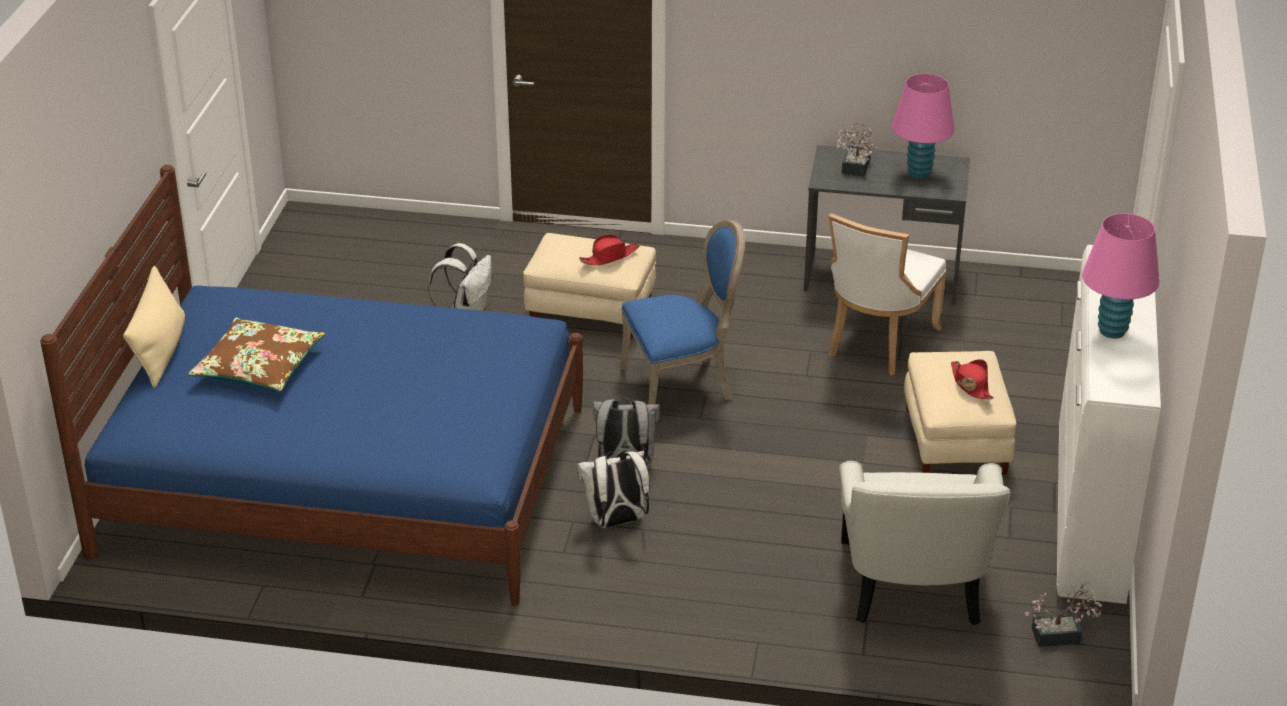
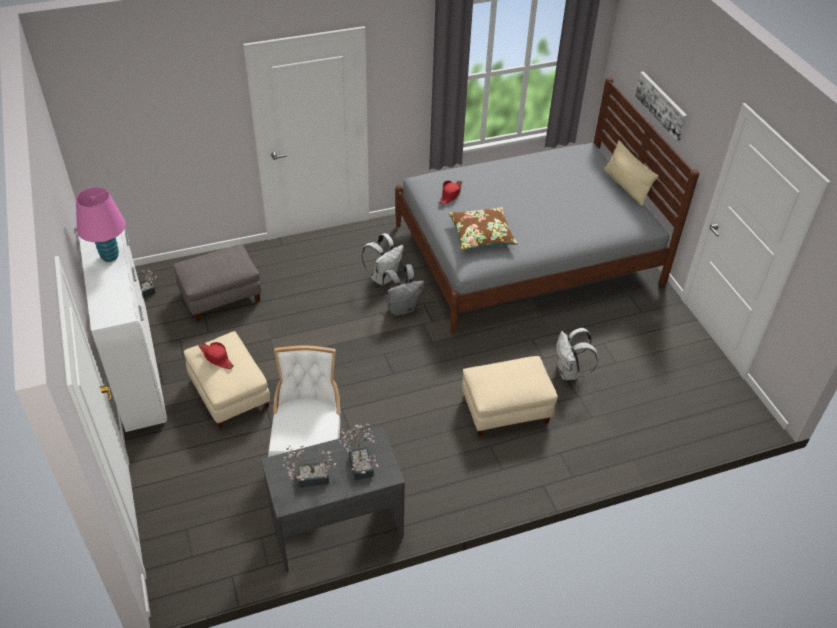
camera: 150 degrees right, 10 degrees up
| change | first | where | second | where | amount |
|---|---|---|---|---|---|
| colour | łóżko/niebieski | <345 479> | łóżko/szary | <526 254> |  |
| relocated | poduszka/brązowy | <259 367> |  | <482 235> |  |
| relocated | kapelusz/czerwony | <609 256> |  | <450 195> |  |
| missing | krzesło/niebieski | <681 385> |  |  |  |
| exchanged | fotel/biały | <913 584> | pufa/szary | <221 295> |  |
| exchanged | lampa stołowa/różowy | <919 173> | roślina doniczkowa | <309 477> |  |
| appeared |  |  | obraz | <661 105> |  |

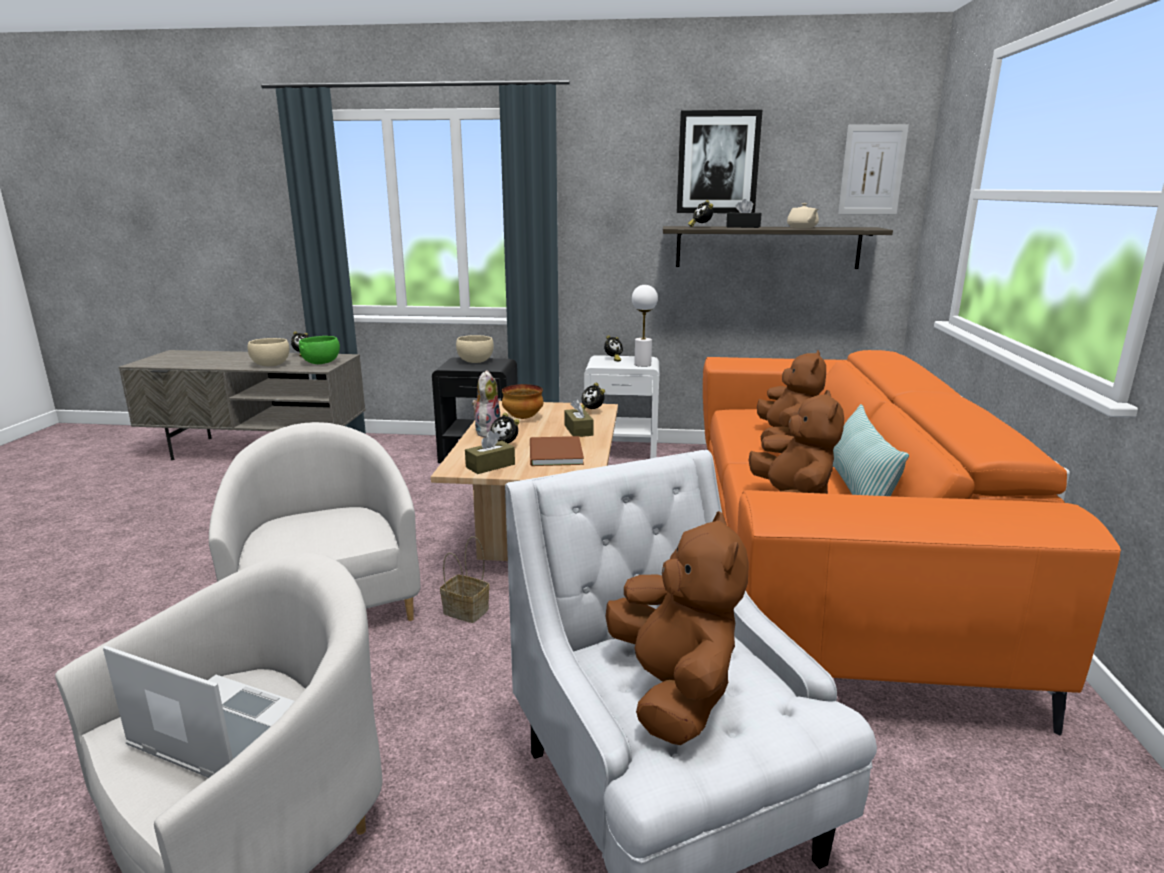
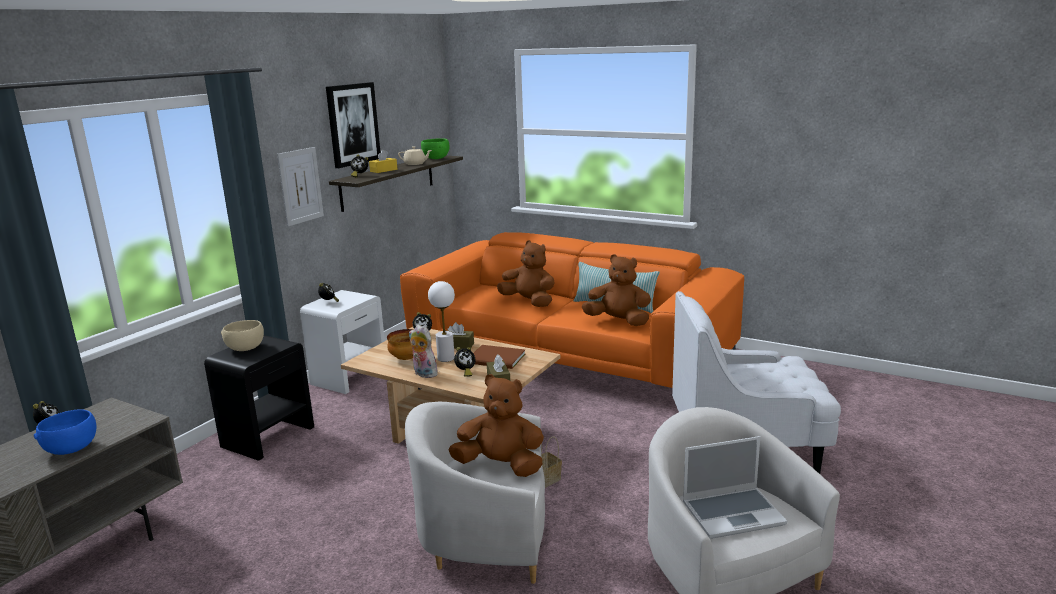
camera: 65 degrees left, 0 degrees up
| change | first | where | second | where | amount |
|---|---|---|---|---|---|
| spun | laptop | <221 733> |  | <733 513> | 150 degrees counterclockwise |
| colour | miska/beżowy | <270 365> | miska/niebieski | <72 449> |  |
| relocated | miska/zielony | <321 363> |  | <436 158> |  |
| relocated | pluszak/brązowy | <673 692> |  | <501 466> |  |
| relocated | lampa stołowa/biały | <642 364> |  | <445 358> |  |
| colour | pudełko chusteczek/czarny | <743 227> | pudełko chusteczek/żółty | <383 170> |  |
| relocated | obraz | <872 170> |  | <300 186> |  |

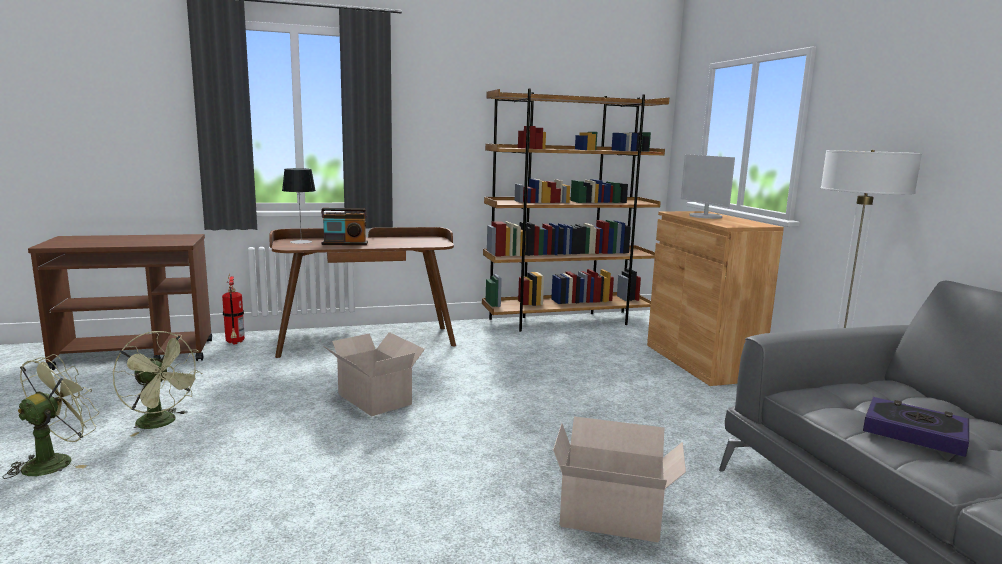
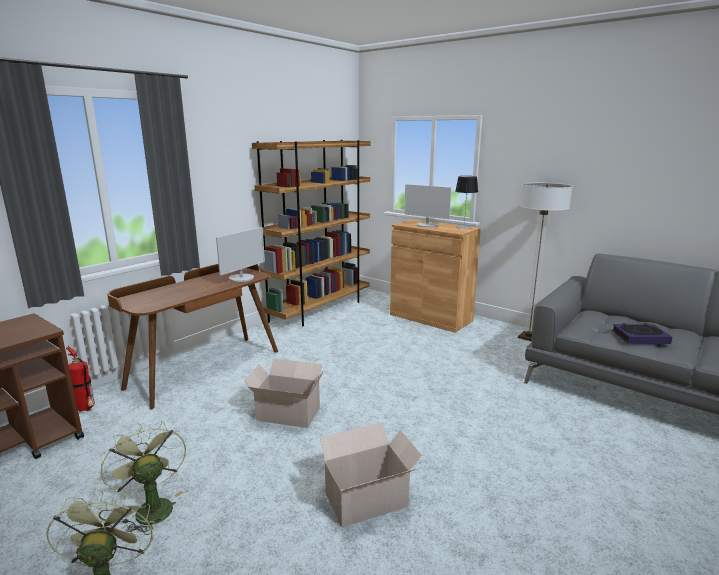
camera: 35 degrees left, 5 degrees up
| change | first | where | second | where | amount |
|---|---|---|---|---|---|
| spun | wentylator/zielony | <162 423> |  | <151 507> | 120 degrees counterclockwise |
| relocated | lampa stołowa | <301 242> |  | <464 227> |  |
| missing | radio | <345 244> |  |  |  |
| relocated | karton | <613 516> |  | <369 500> |  |
| appeared |  |  | monitor | <241 278> |  |

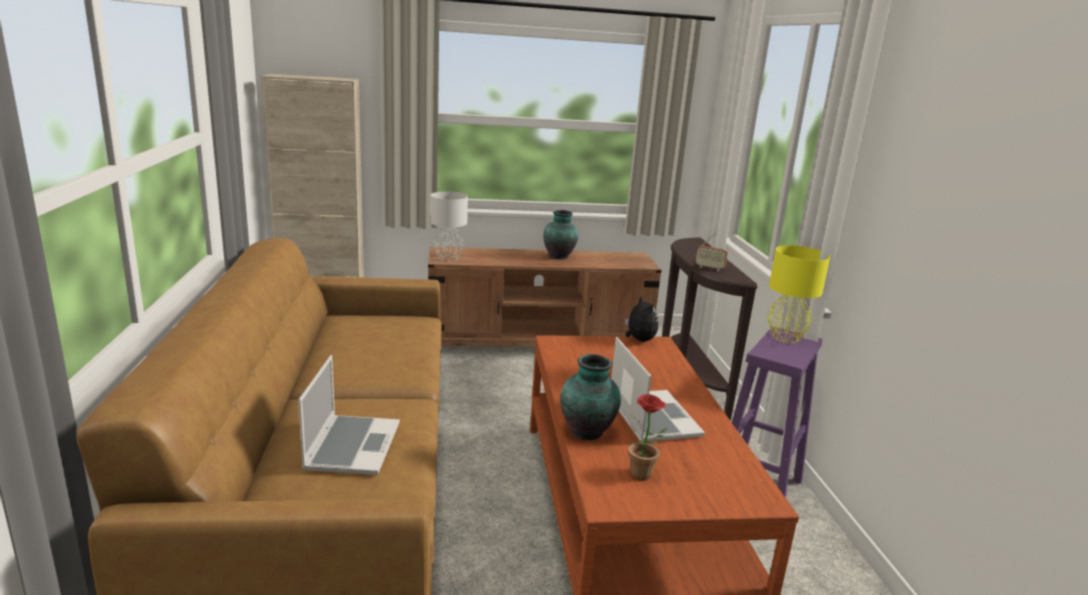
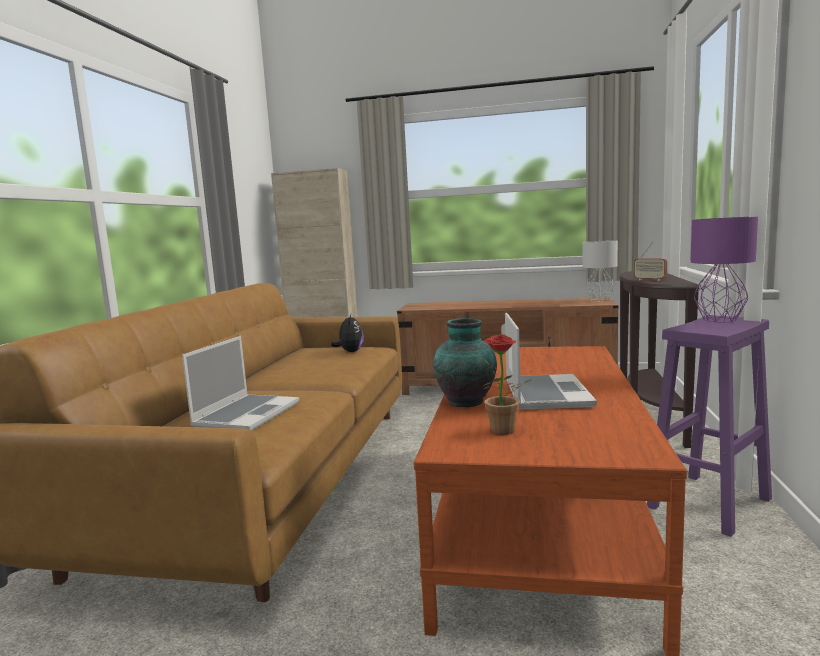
camera: 20 degrees right, 10 degrees down
| change | first | where | second | where | amount |
|---|---|---|---|---|---|
| relocated | lampa stołowa/szary | <448 258> |  | <600 300> |  |
| missing | wazon | <559 256> |  |  |  |
| relocated | pluszak | <639 340> |  | <350 352> |  |
| colour | lampa stołowa/żółty | <784 337> | lampa stołowa/fioletowy | <718 320> |  |

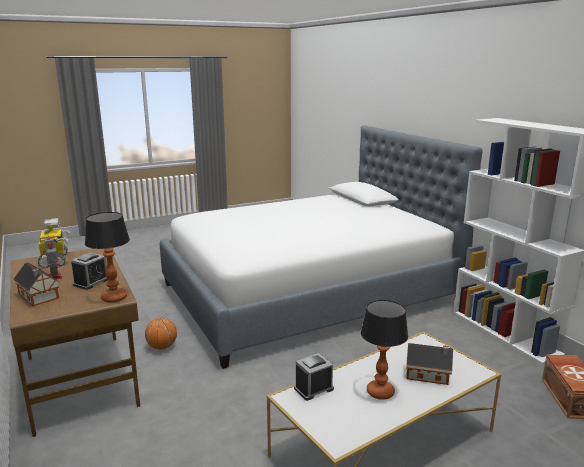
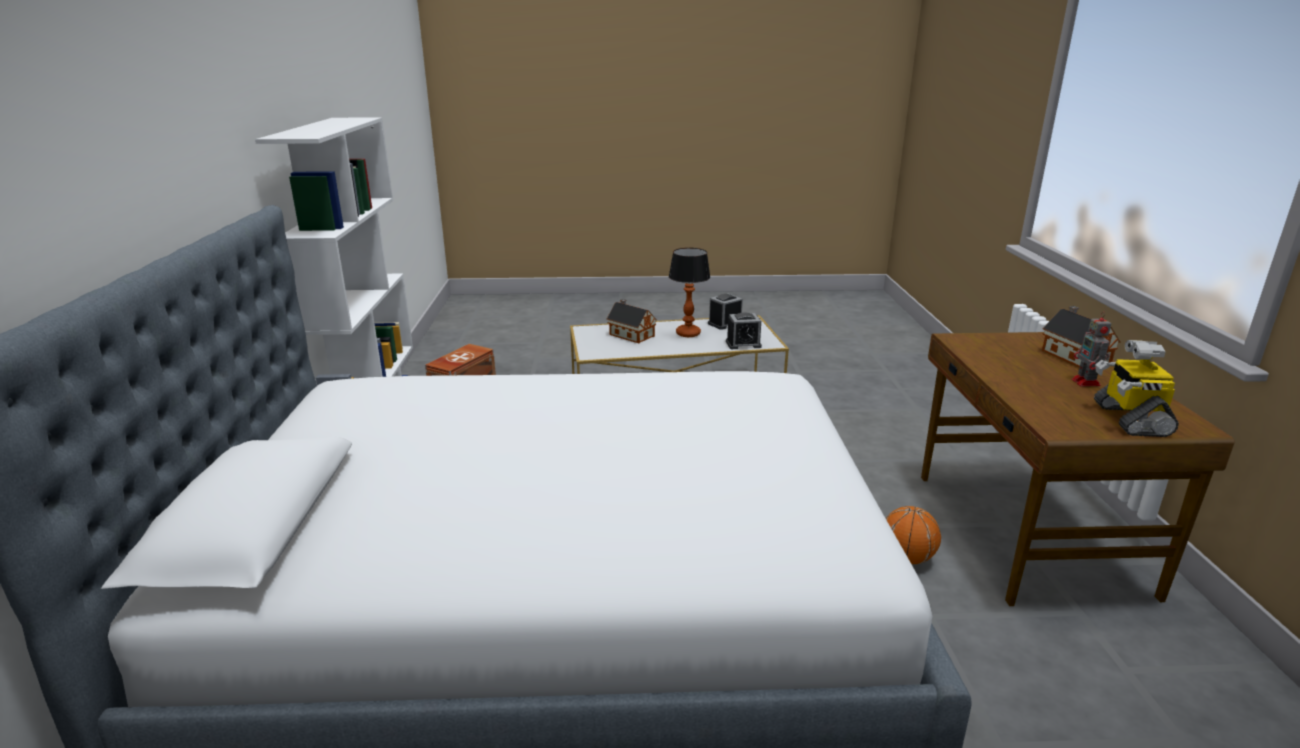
camera: 155 degrees left, 5 degrees up
| change | first | where | second | where | amount |
|---|---|---|---|---|---|
| relocated | budzik | <91 282> |  | <725 323> |  |
| missing | lampa stołowa | <114 297> |  |  |  |

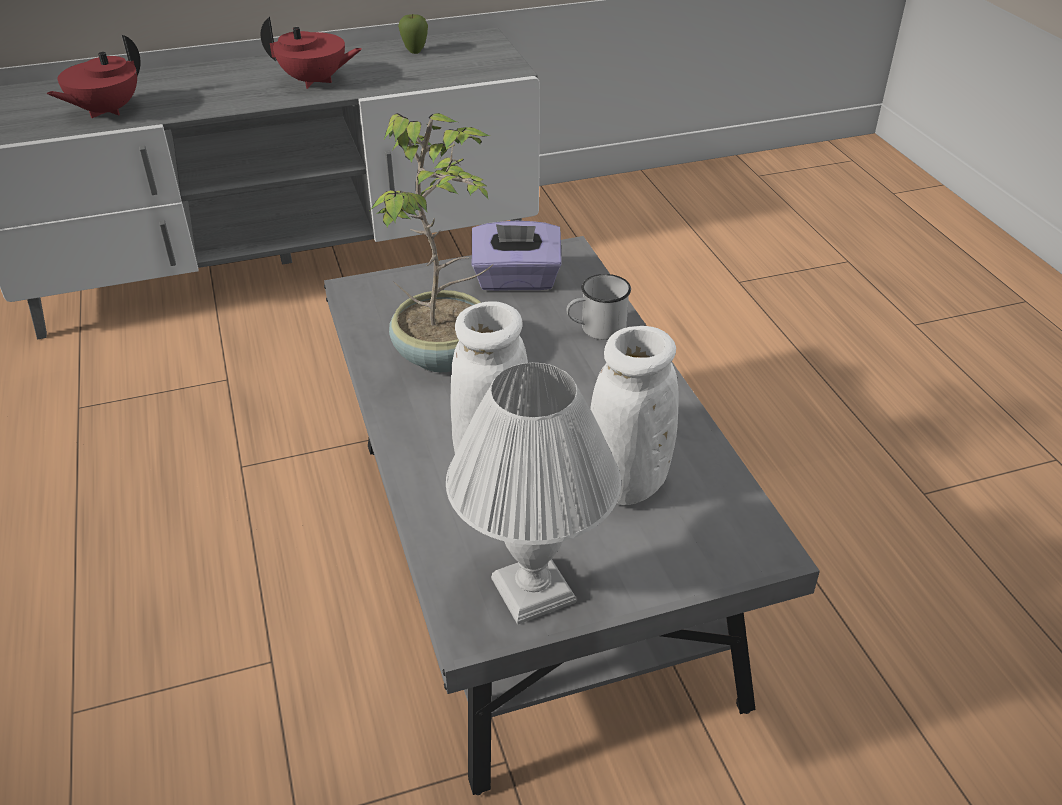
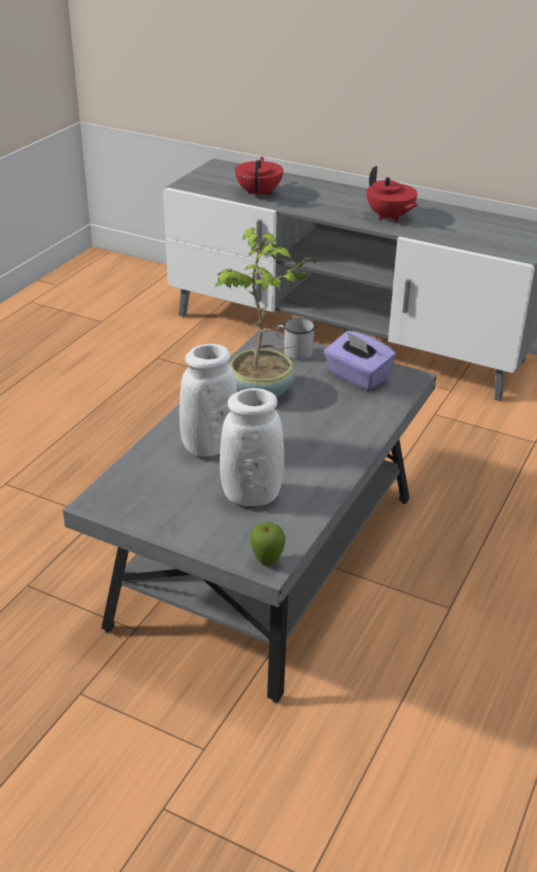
camera: 45 degrees right, 5 degrees down
| change | first | where | second | where | amount |
|---|---|---|---|---|---|
| spun | imbryk/czerwony | <106 111> |  | <259 193> | 105 degrees clockwise |
| relocated | jabłko | <415 52> |  | <267 562> |  |
| missing | lampa stołowa/biały | <531 589> |  |  |  |
| relocated | kubek/biały | <596 329> |  | <293 351> |  |

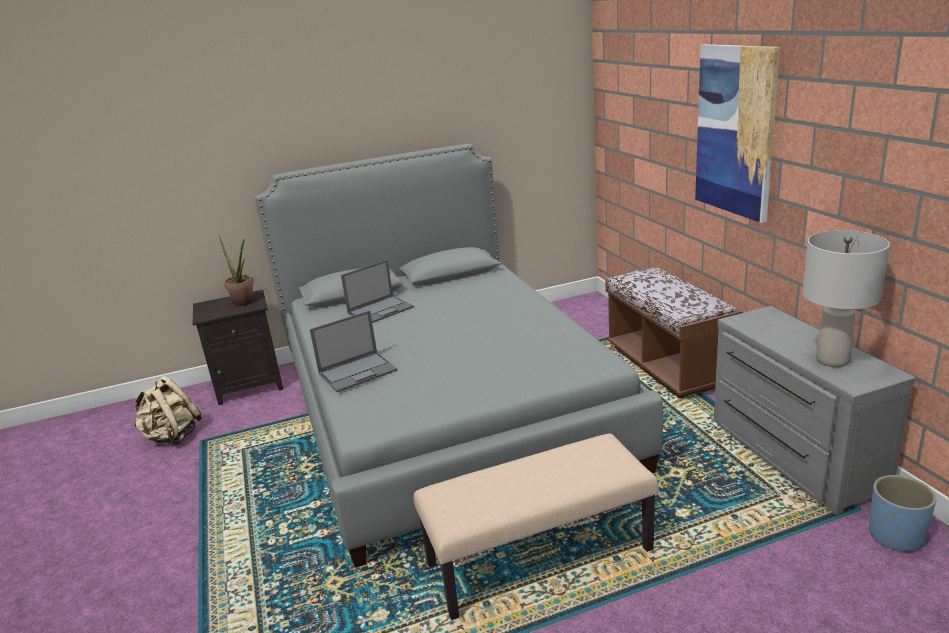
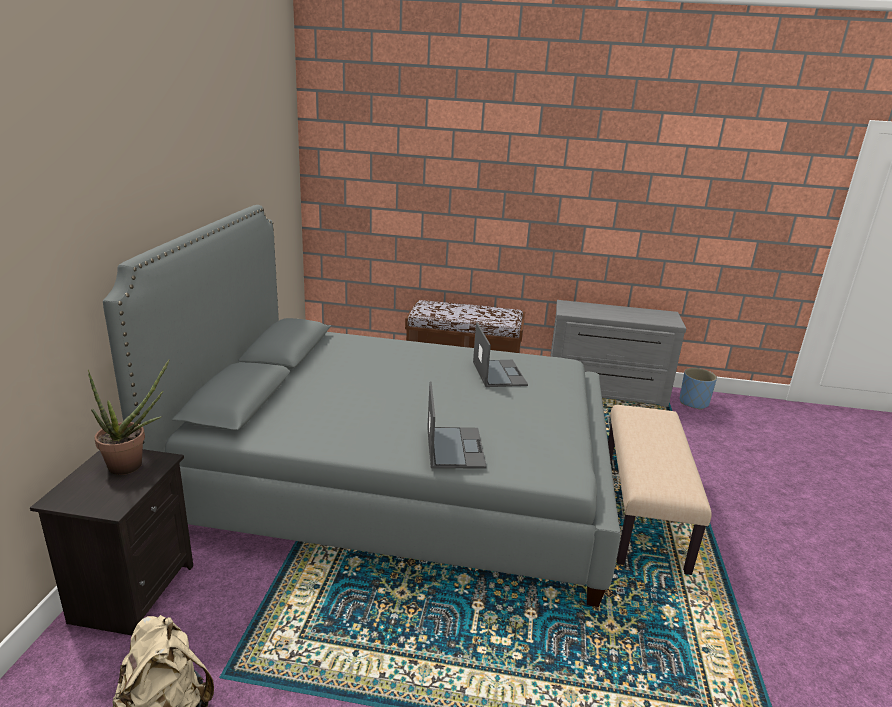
camera: 65 degrees left, 0 degrees up
| change | first | where | second | where | amount |
|---|---|---|---|---|---|
| relocated | laptop | <381 310> |  | <498 373> |  |
| missing | obraz | <736 131> |  |  |  |
| missing | lampa stołowa/szary | <833 360> |  |  |  |

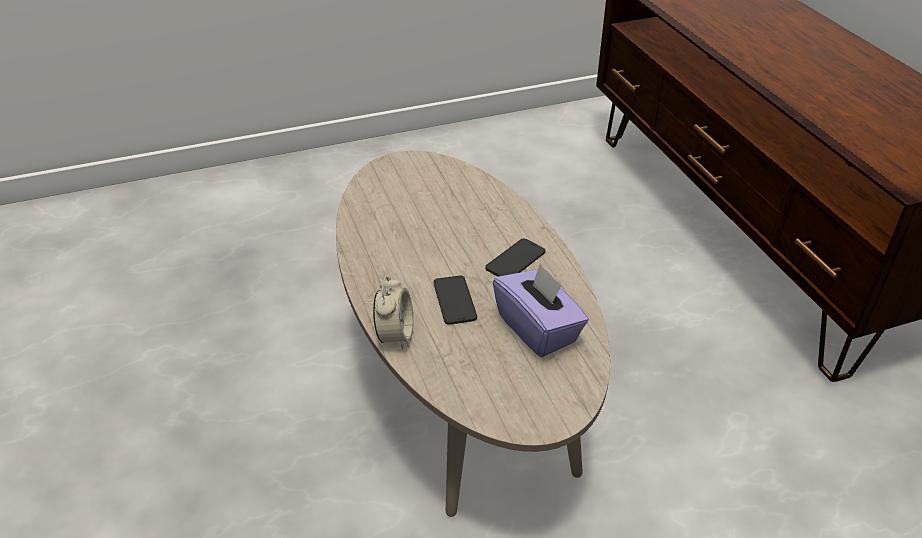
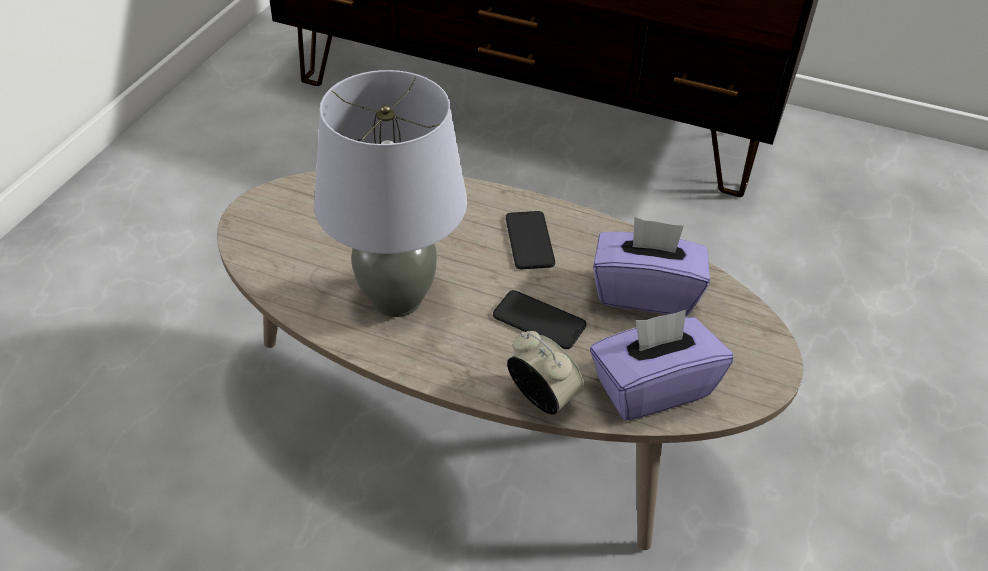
camera: 50 degrees left, 5 degrees up
| change | first | where | second | where | amount |
|---|---|---|---|---|---|
| appeared |  |  | lampa stołowa/szary | <396 298> |  |
| appeared |  |  | pudełko chusteczek/fioletowy | <652 387> |  |

